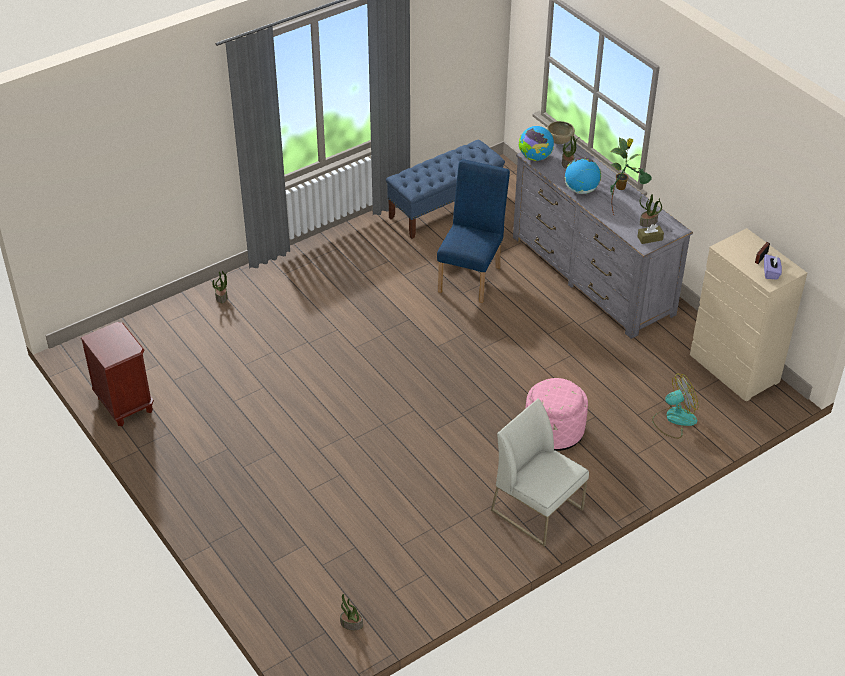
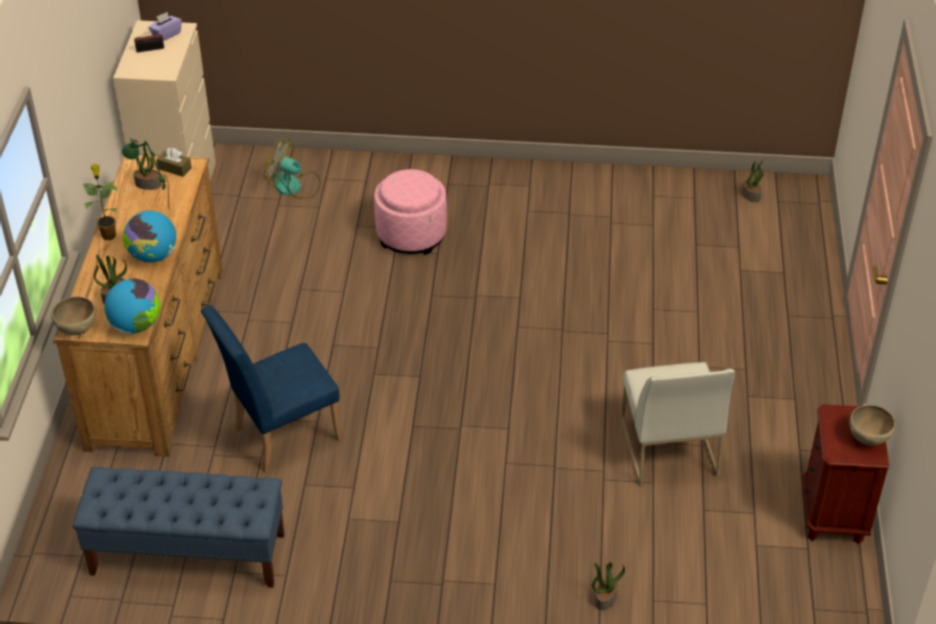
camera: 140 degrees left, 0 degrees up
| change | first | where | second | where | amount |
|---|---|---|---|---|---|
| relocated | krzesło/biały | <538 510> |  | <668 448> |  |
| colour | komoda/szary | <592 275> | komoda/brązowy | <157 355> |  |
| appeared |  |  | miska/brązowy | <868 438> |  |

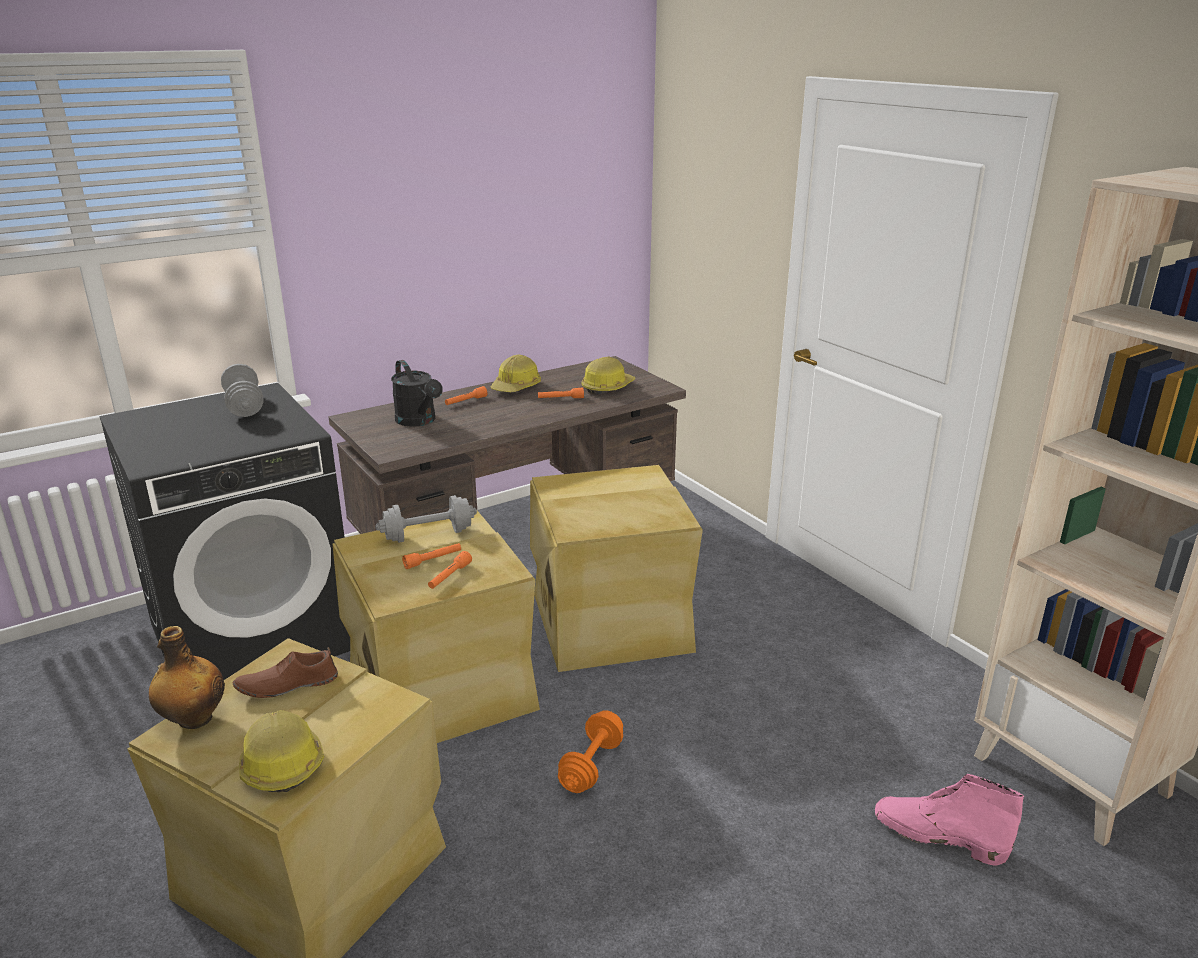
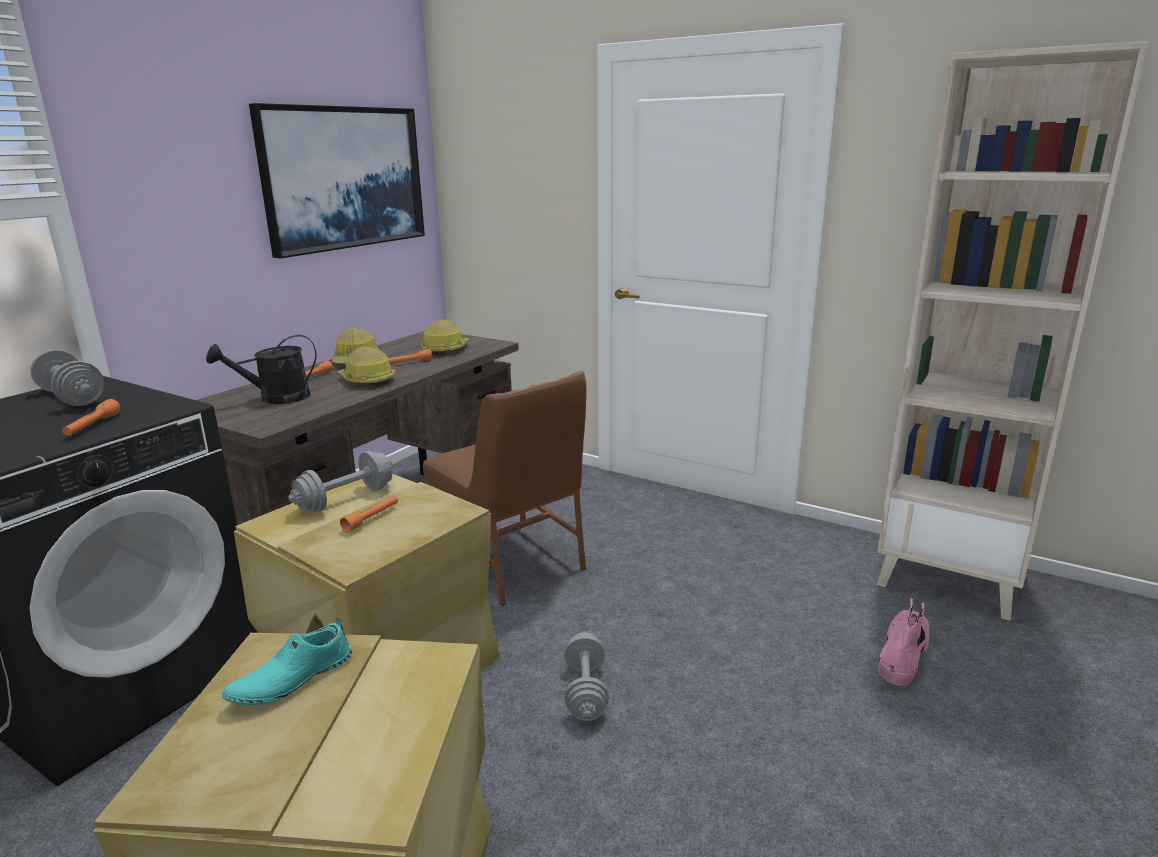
camera: 25 degrees left, 5 degrees down
| change | first | where | second | where | amount |
|---|---|---|---|---|---|
| missing | butelka | <194 719> |  |  |  |
| colour | but/brązowy | <287 684> | but/turkusowy | <291 679> |  |
| relocated | kask | <281 762> |  | <366 380> |  |
| spun | konewka/czarny | <419 421> |  | <275 398> | 120 degrees clockwise |
| relocated | latarka/pomarańczowy | <449 576> |  | <92 426> |  |
| exchanged | pojemnik do przechowywania/beżowy | <609 621> | krzesło/brązowy | <512 563> |  |
| colour | hantel/pomarańczowy | <591 766> | hantel/szary | <585 691> |  |
| spun | but z cholewką/różowy | <938 836> |  | <903 652> | 120 degrees clockwise |
| appeared |  |  | obraz | <343 178> |  |

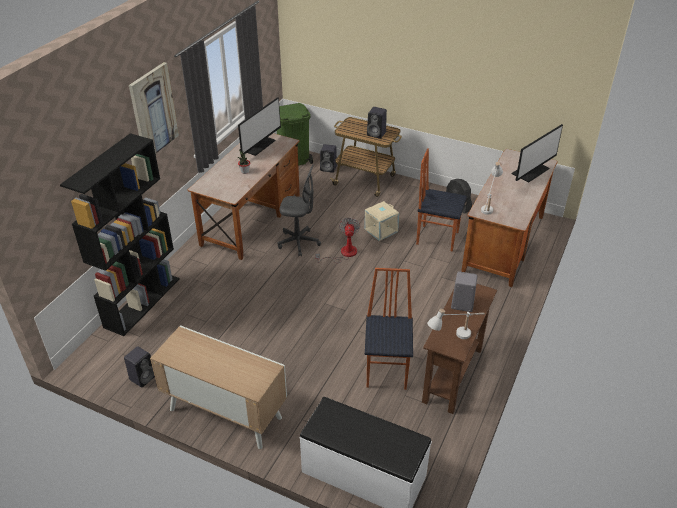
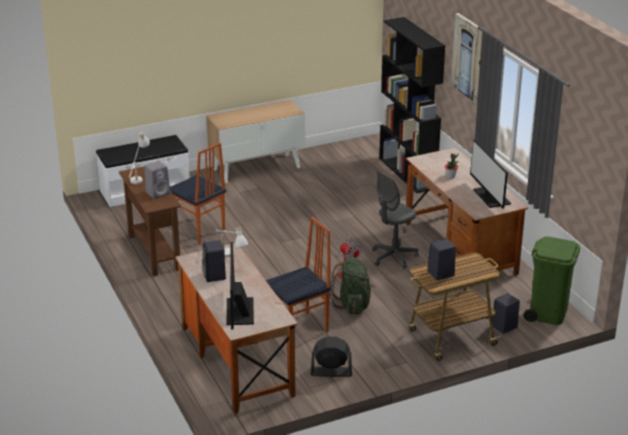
camera: 130 degrees right, 10 degrees down
| change | first | where | second | where | amount |
|---|---|---|---|---|---|
| relocated | głośnik/czarny | <143 377> |  | <215 276> |  |
| exchanged | pojemnik do przechowywania/beżowy | <381 230> | plecak/zielony | <353 305> |  |

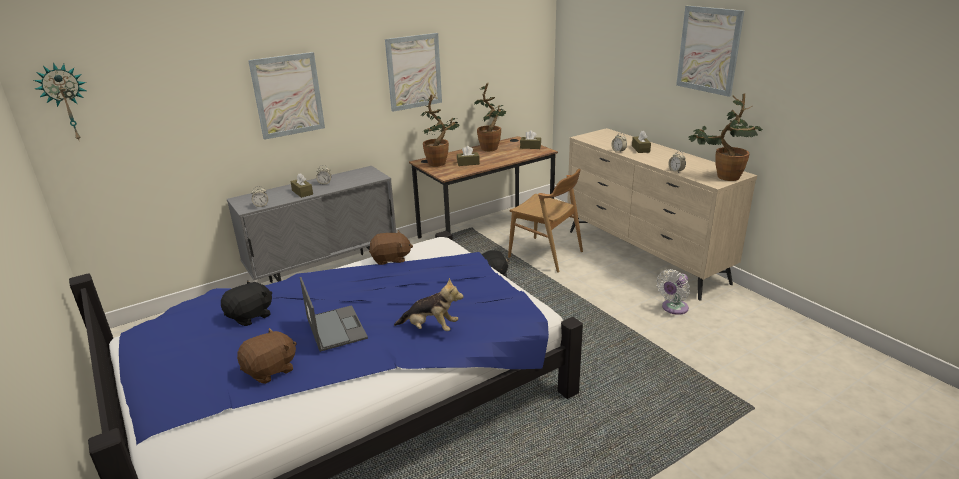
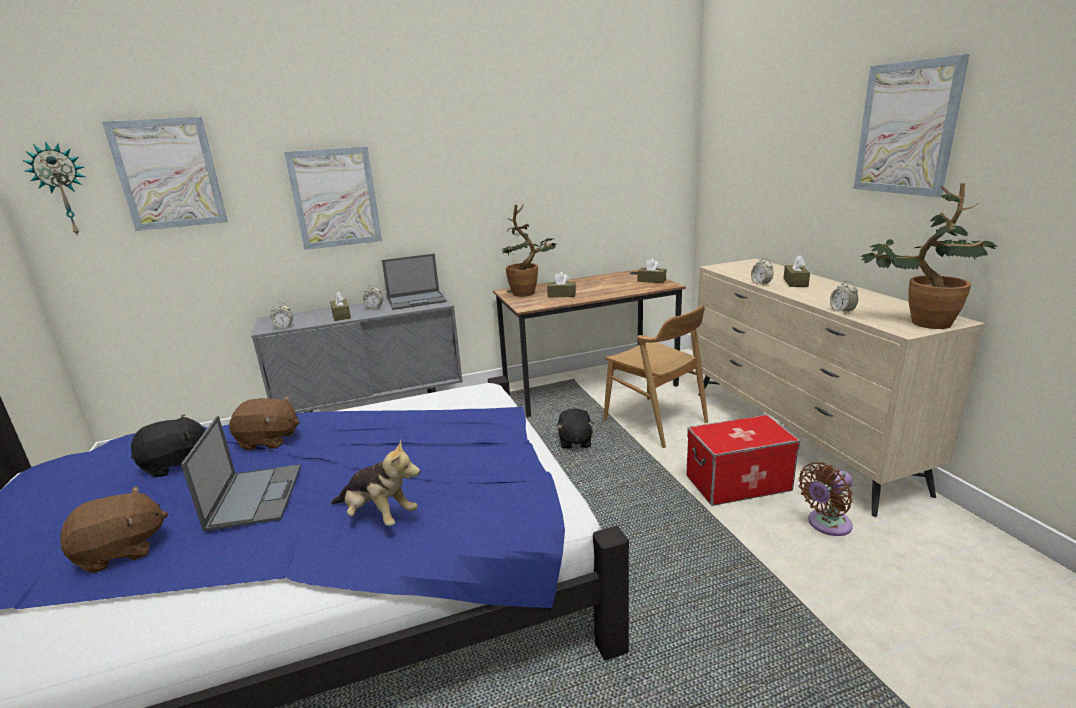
camera: 15 degrees right, 5 degrees down
| change | first | where | second | where | amount |
|---|---|---|---|---|---|
| relocated | pluszak/brązowy | <391 260> |  | <269 440> |  |
| relocated | obraz | <414 72> |  | <168 174> |  |
| missing | roślina doniczkowa | <492 147> |  |  |  |
| colour | wentylator/biały | <673 308> | wentylator/brązowy | <826 524> |  |
| appeared |  |  | laptop | <417 300> |  |
| appeared |  |  | pojemnik do przechowywania | <738 482> |  |

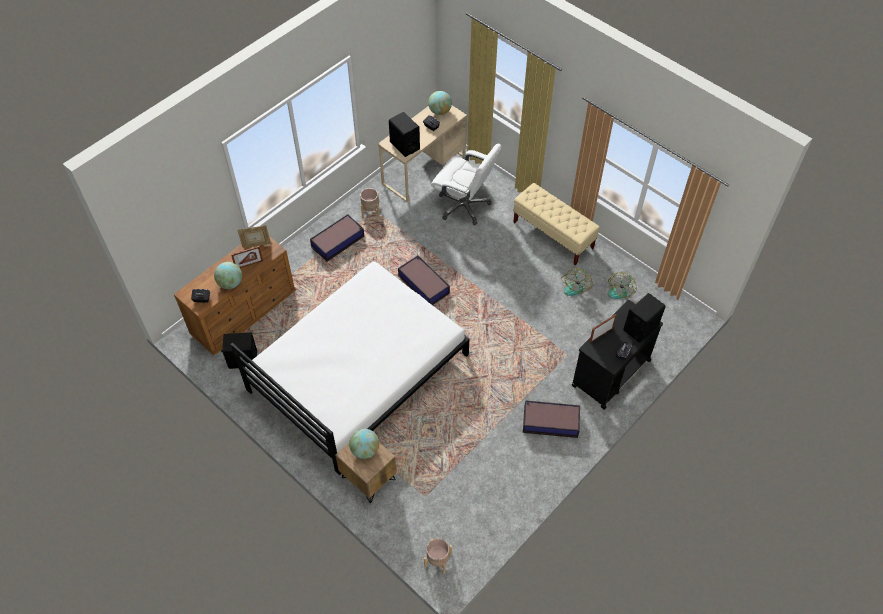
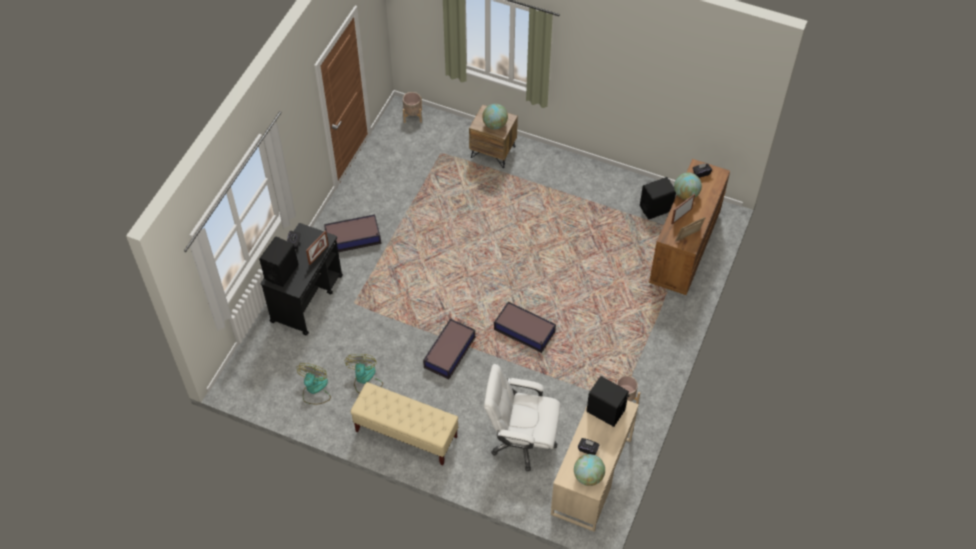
camera: 160 degrees right, 0 degrees up
| change | first | where | second | where | amount |
|---|---|---|---|---|---|
| missing | łóżko/biały | <357 372> |  |  |  |
| relocated | pojemnik do przechowywania | <338 241> |  | <449 353> |  |

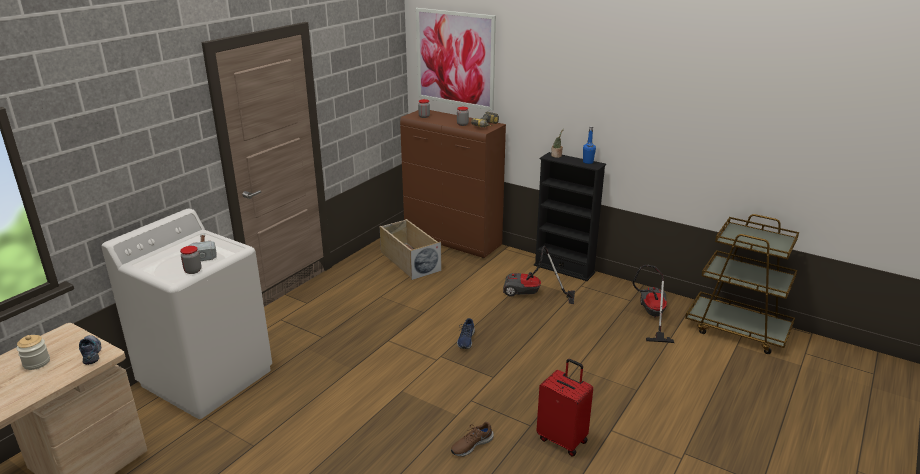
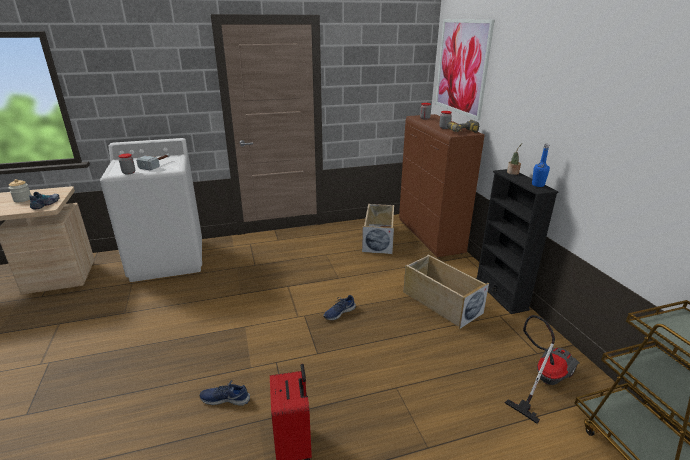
camera: 40 degrees right, 0 degrees up
| change | first | where | second | where | amount |
|---|---|---|---|---|---|
| colour | but/brązowy | <471 445> | but/niebieski | <225 398> |  |
| exchanged | odkurzacz | <531 294> | pojemnik do przechowywania/beżowy | <441 302> |  |

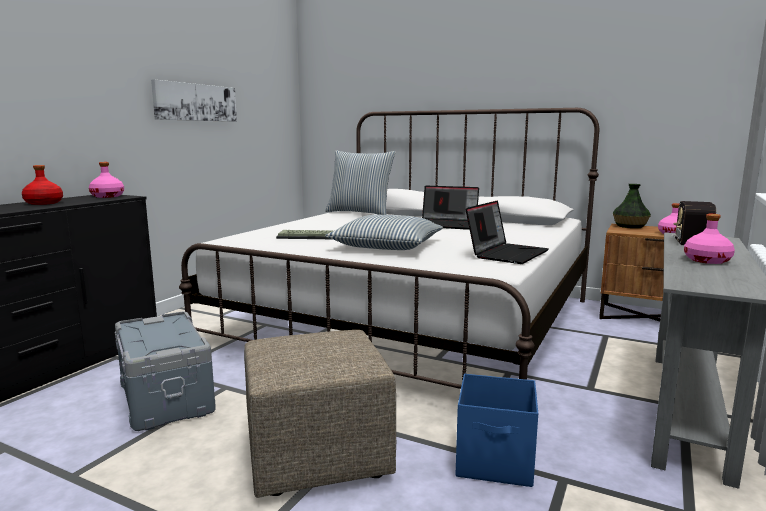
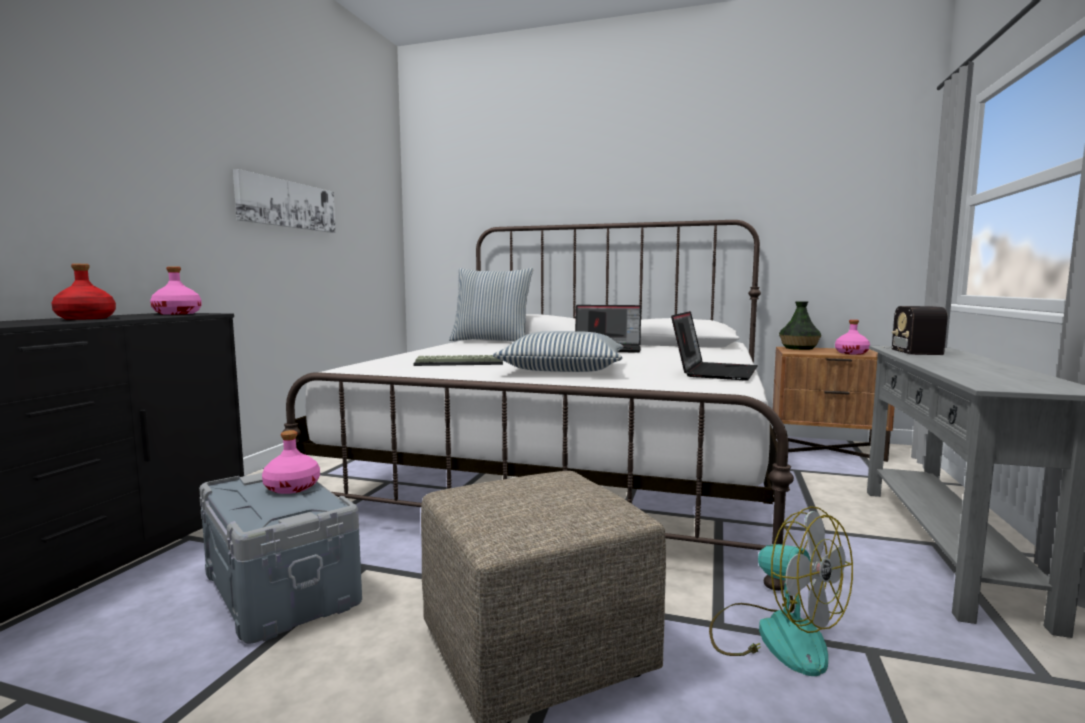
camera: 10 degrees left, 5 degrees down
| change | first | where | second | where | amount |
|---|---|---|---|---|---|
| exchanged | pojemnik do przechowywania/niebieski | <496 462> | wentylator | <775 635> |  |
| relocated | butelka/różowy | <707 260> |  | <292 487> |  |

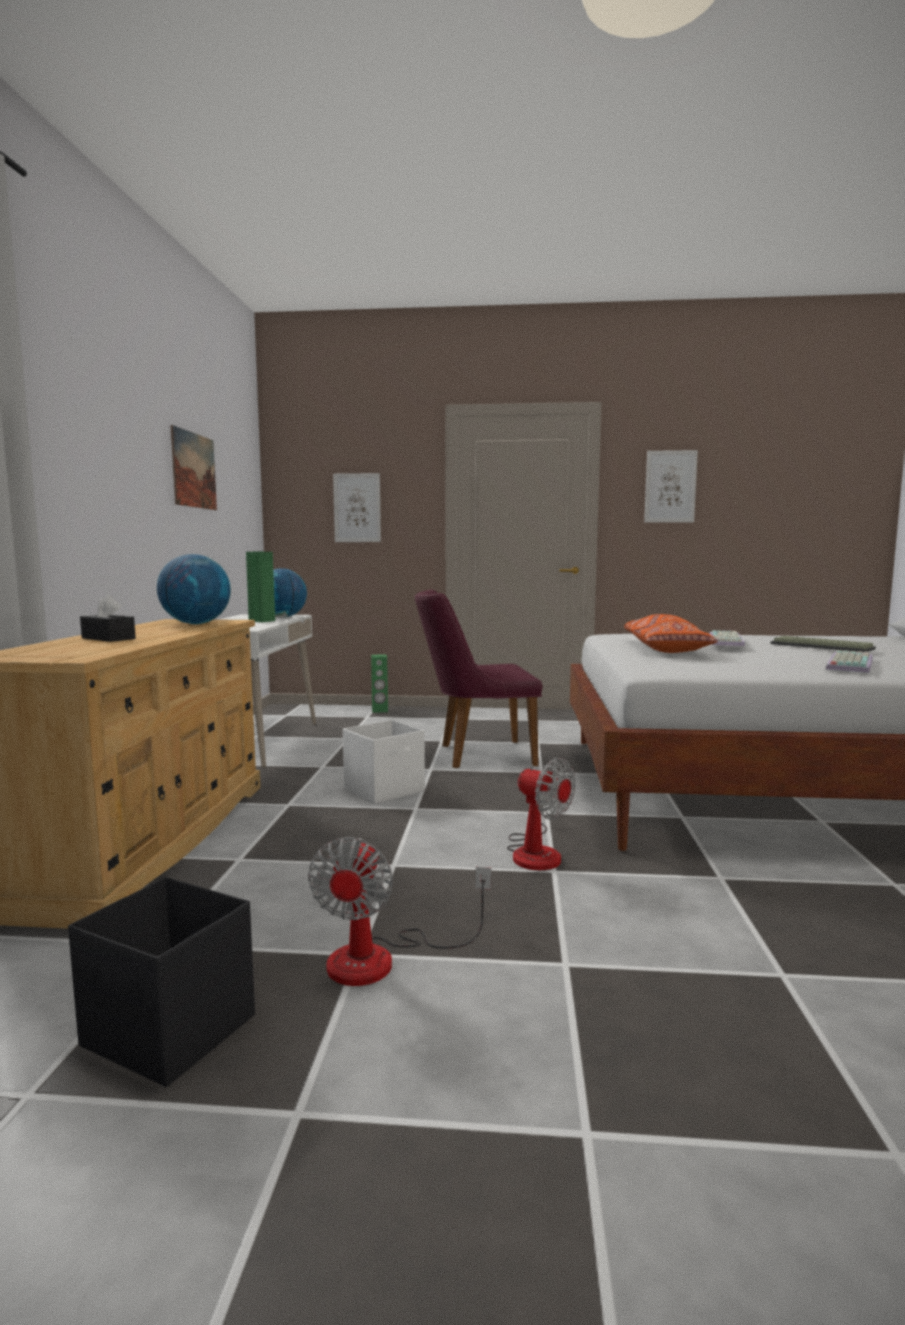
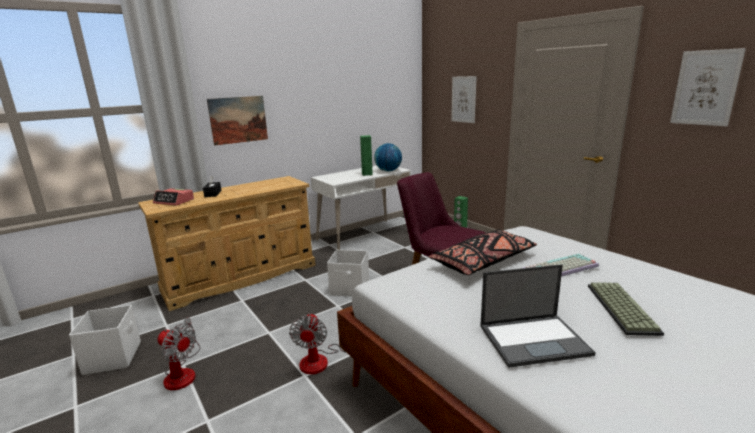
camera: 50 degrees right, 10 degrees up
| change | first | where | second | where | amount |
|---|---|---|---|---|---|
| colour | pojemnik do przechowywania/czarny | <169 1030> | pojemnik do przechowywania/biały | <113 357> |  |
| missing | globus | <196 624> |  |  |  |
| relocated | obraz | <194 470> |  | <238 120> |  |
| spun | wentylator | <383 959> |  | <182 372> | 120 degrees counterclockwise |
| colour | poduszka/pomarańczowy | <665 649> | poduszka/czarny | <483 262> |  |
| exchanged | klawiatura | <848 663> | laptop | <534 339> |  |
| appeared |  |  | budzik | <174 201> |  |

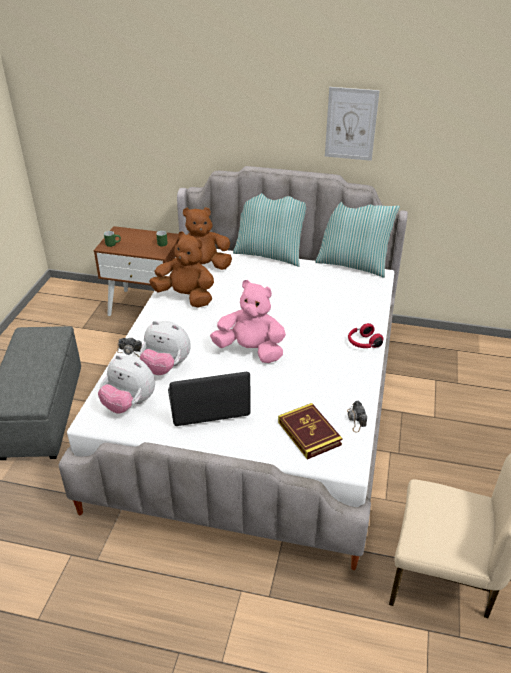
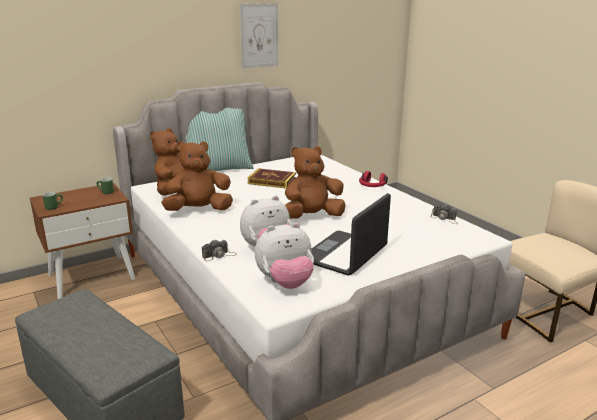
camera: 45 degrees left, 15 degrees down
| change | first | where | second | where | amount |
|---|---|---|---|---|---|
| colour | pluszak/różowy | <251 350> | pluszak/brązowy | <312 217> |  |
| relocated | książka | <309 433> |  | <272 181> |  |
| missing | poduszka | <352 264> |  |  |  |

